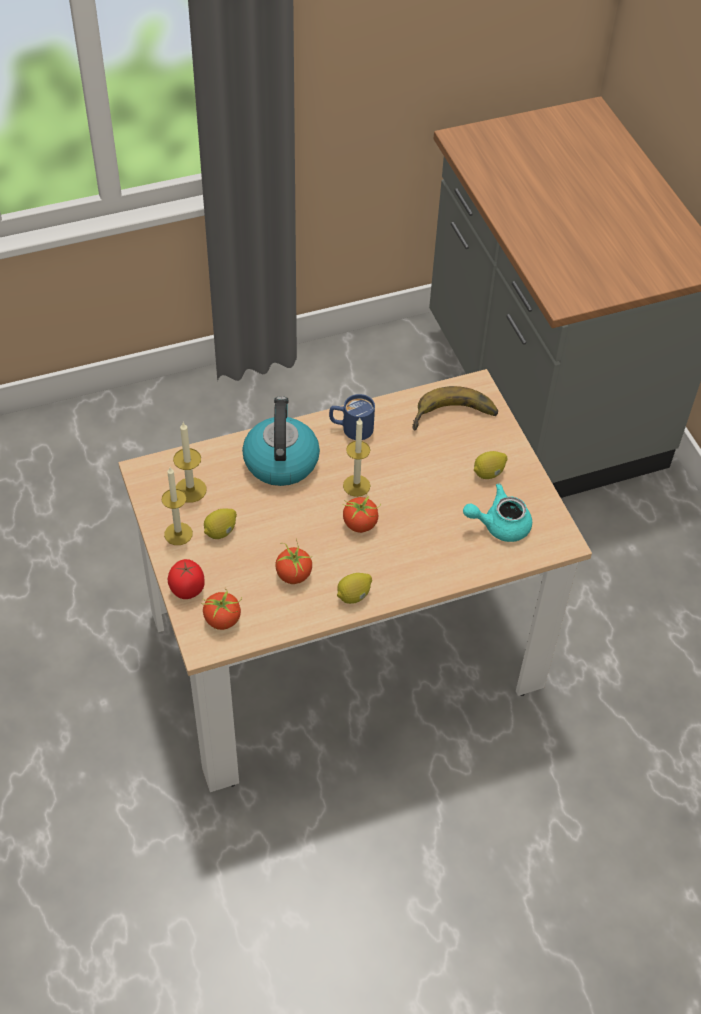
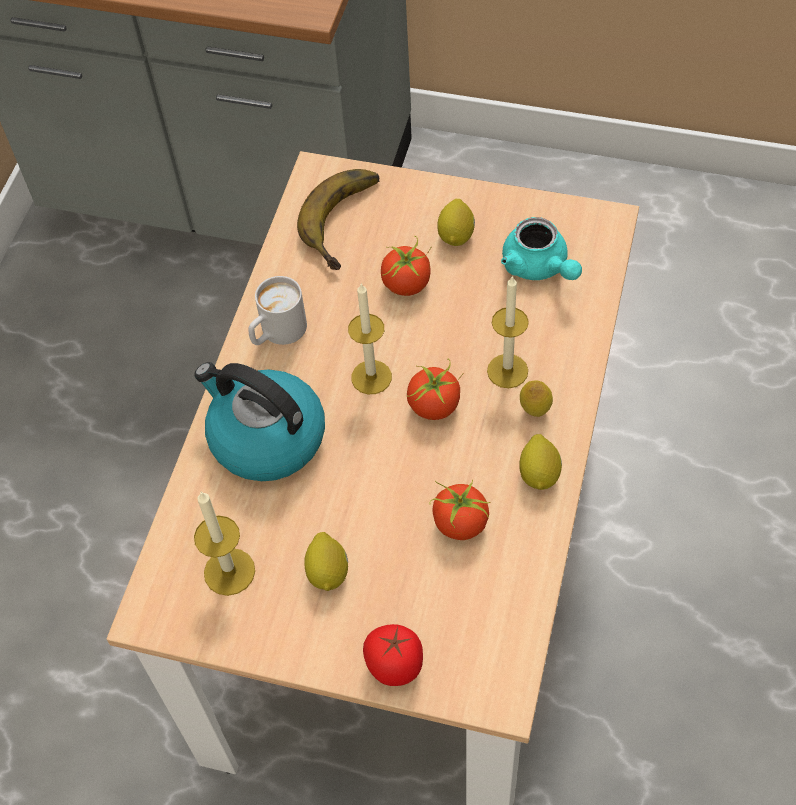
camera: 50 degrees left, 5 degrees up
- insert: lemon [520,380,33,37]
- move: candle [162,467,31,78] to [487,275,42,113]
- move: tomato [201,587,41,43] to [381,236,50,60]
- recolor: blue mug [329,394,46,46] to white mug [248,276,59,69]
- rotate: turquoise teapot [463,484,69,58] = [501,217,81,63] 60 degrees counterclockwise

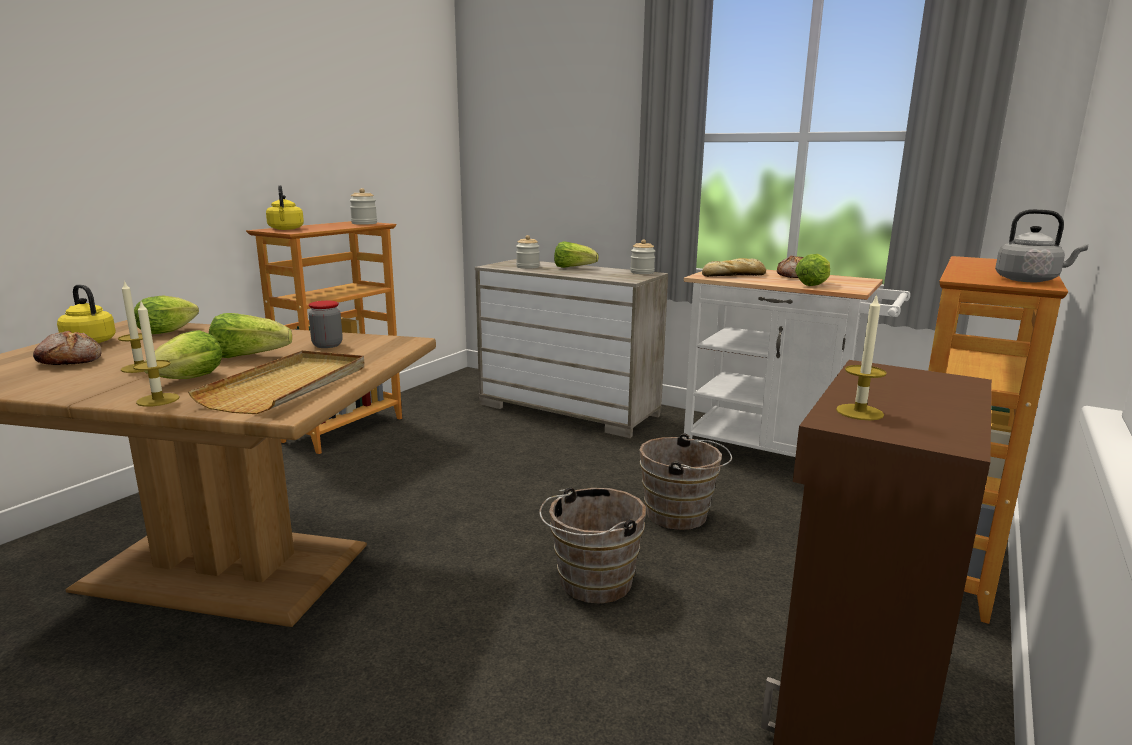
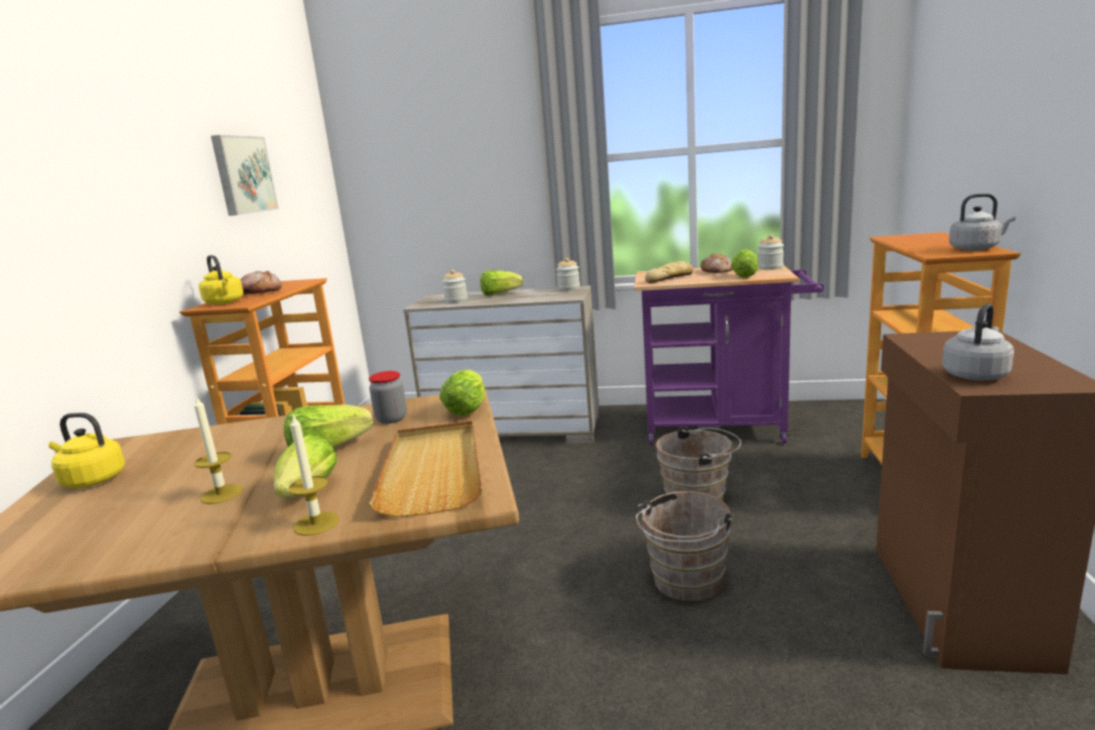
camera: 20 degrees left, 0 degrees up
- insert: picture [211,135,68,81]
- move: bread [33,331,69,34] to [240,271,42,24]
- move: lettuce [134,296,65,38] to [440,369,45,47]
- move: jar [349,188,28,37] to [758,234,26,36]
- replace: candle [836,294,51,126] to grey kettle [942,303,72,77]
- recolor: white cart [683,270,227,187] to purple cart [634,265,190,180]

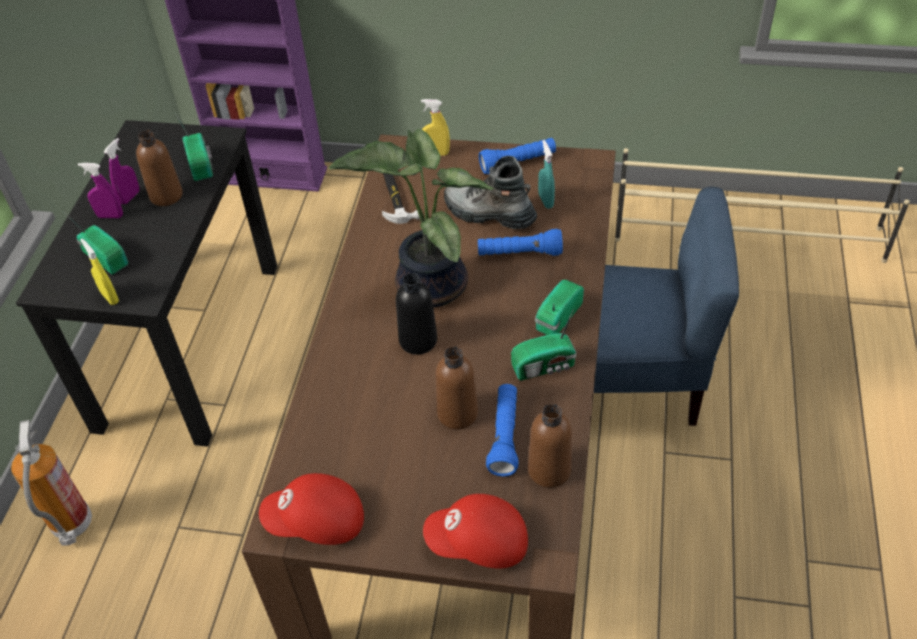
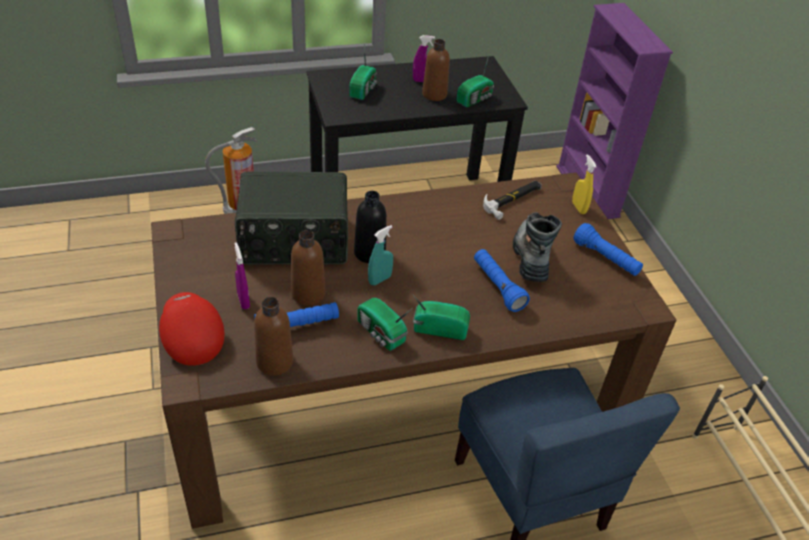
camera: 60 degrees right, 5 degrees down
- delete: yellow spray bottle [80,239,39,66]
- delete: red cap [259,473,105,72]
- delete: potted plant [328,129,166,178]
- insert: radio [235,172,113,92]
- move: purple spray bottle [78,163,45,55] to [234,242,16,67]
- move: turquoise spray bottle [538,140,17,69] to [368,225,25,60]

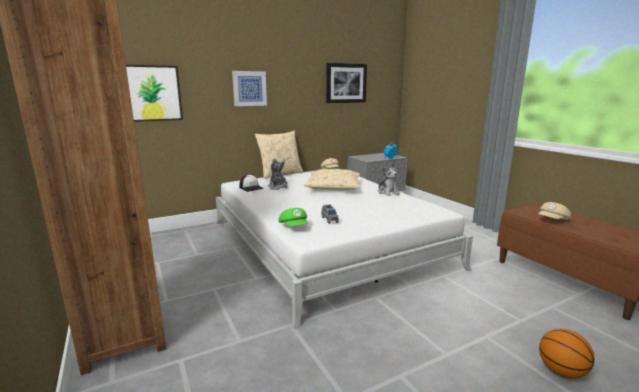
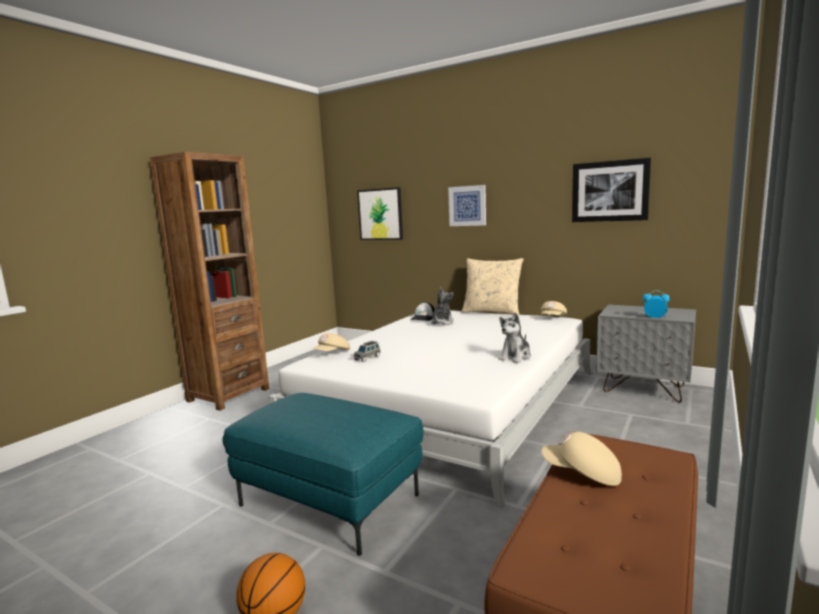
camera: 60 degrees right, 5 degrees down
- delete: beige pillow [304,169,56,22]
- insert: turquoise ottoman [222,393,202,163]
- recolor: green cap [279,208,29,18] to beige cap [313,333,37,18]

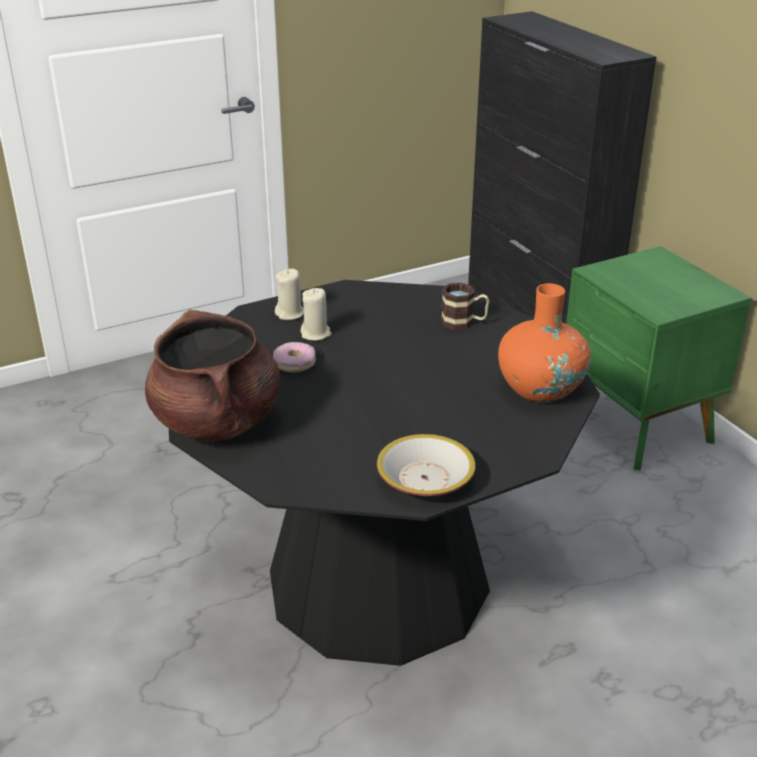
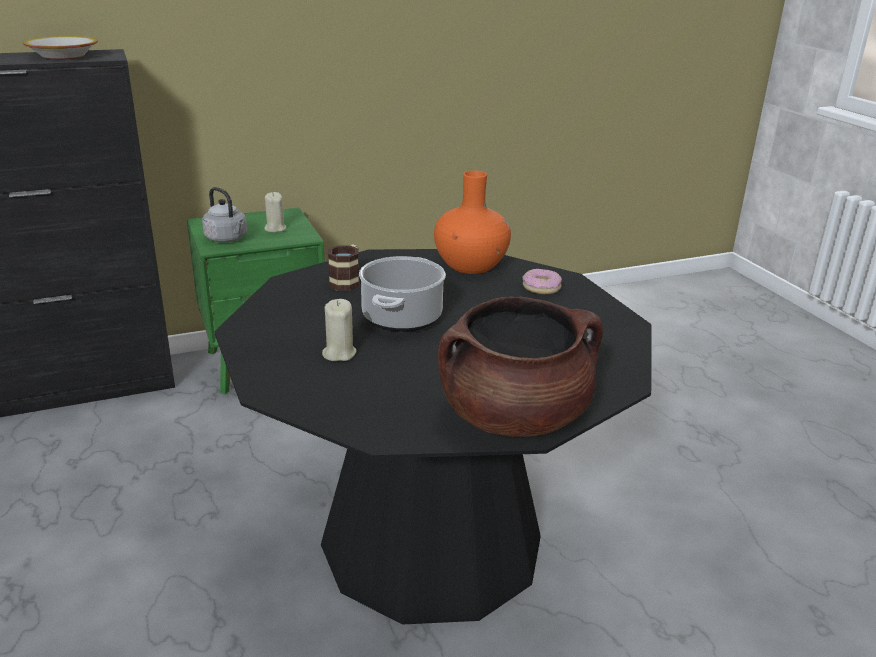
camera: 85 degrees left, 5 degrees down
- insert: grey kettle [202,187,45,55]
- insert: cooking pot [359,256,87,76]
- move: donut [273,342,43,30] to [522,269,40,25]
- move: beige candle [275,269,29,51] to [264,192,22,40]
- move: bowl [377,434,99,62] to [23,36,75,24]

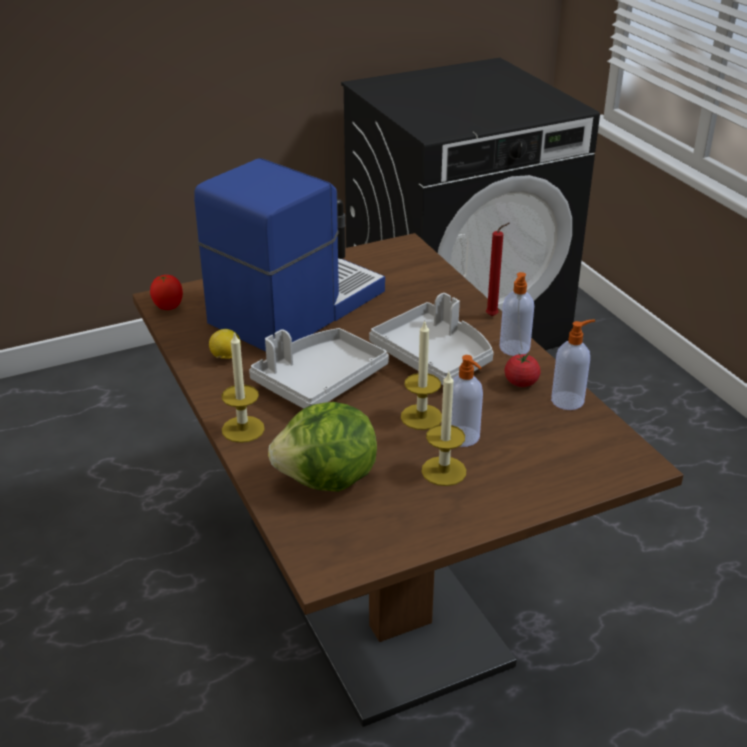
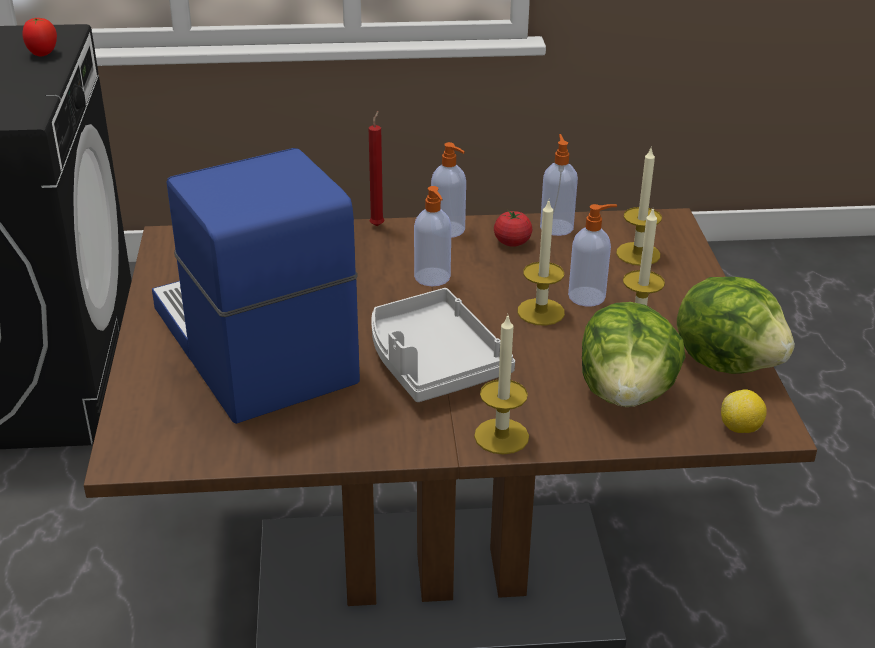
camera: 70 degrees left, 0 degrees up
- insert: candle [616,148,46,118]
- insert: lettuce [677,277,118,97]
- move: tomato [150,275,33,35] to [22,18,35,38]
- move: lemon [209,329,32,30] to [721,389,46,44]
- replace: grey tray [369,293,125,92] to soap dispenser [414,186,38,100]

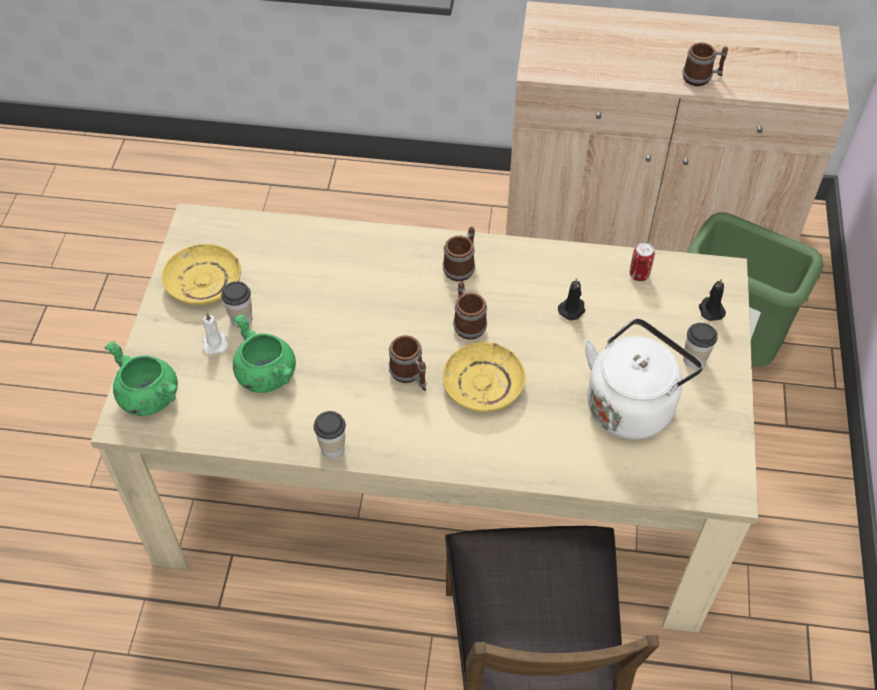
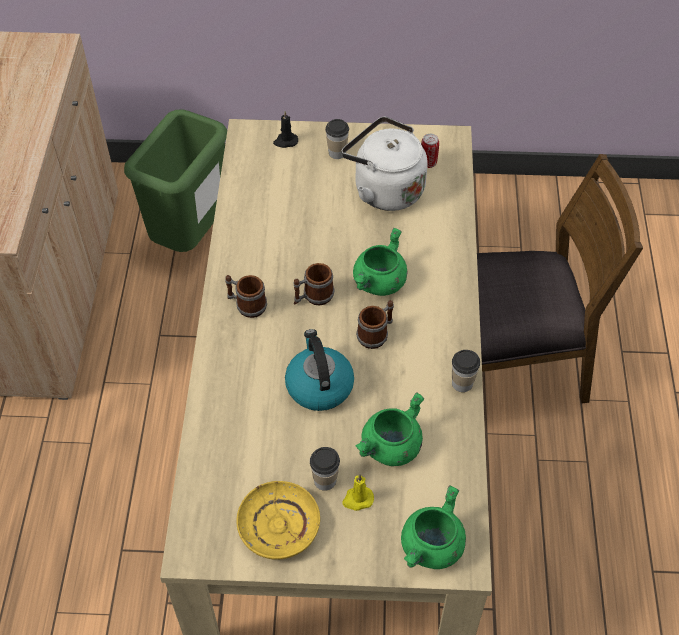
camera: 95 degrees left, 0 degrees up
- delete: black candle [558,278,28,43]
- delete: mug [683,43,45,43]
- insert: kettle [285,329,69,82]
- move: can [630,242,25,39] to [421,134,18,34]
- replace: yellow plate [442,342,84,70] to green cooking pot [353,228,54,68]
- recolor: white candle [202,313,27,42] to yellow candle [342,474,32,37]

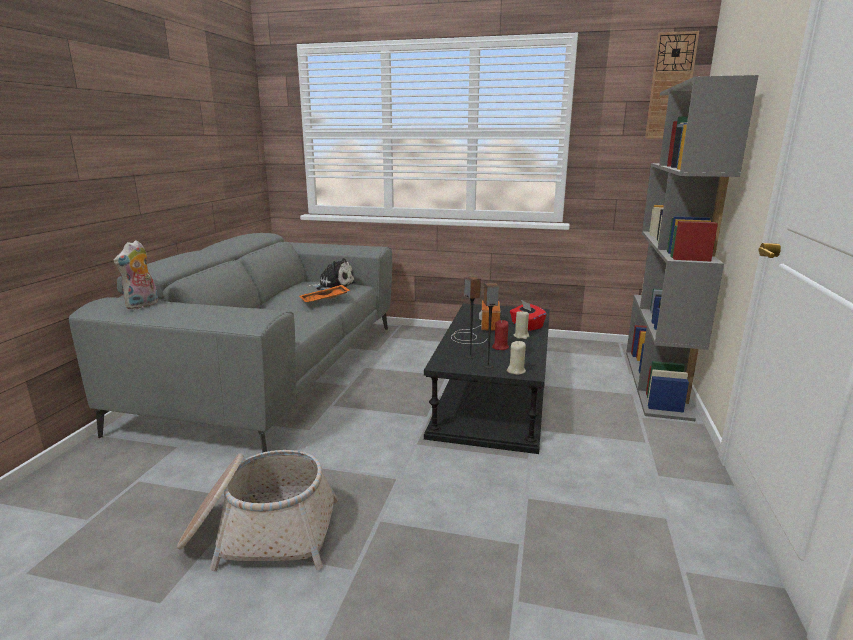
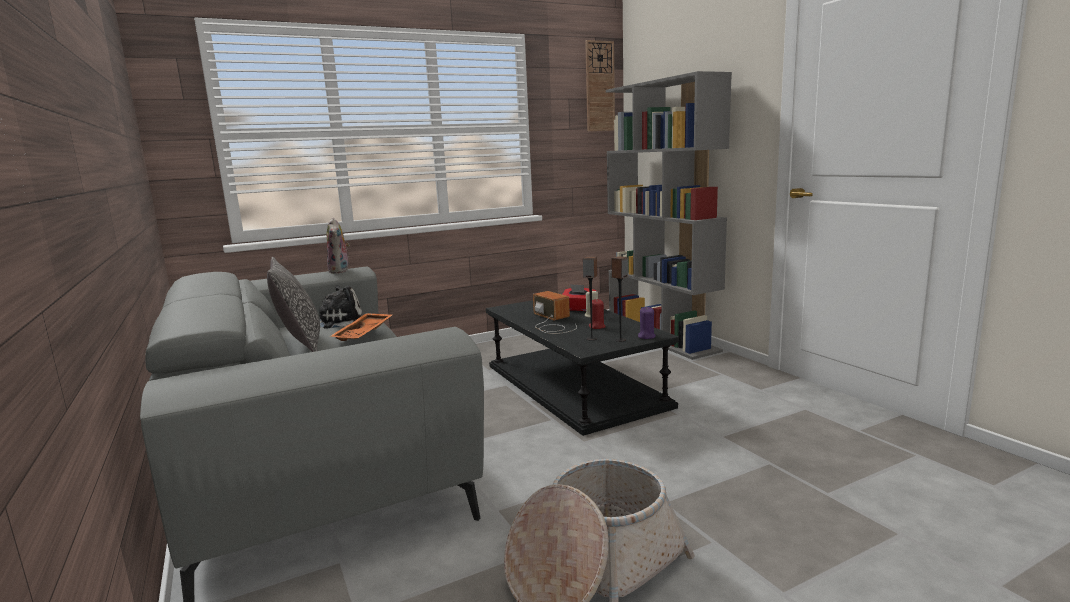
camera: 40 degrees left, 5 degrees down
- insert: pillow [267,257,53,95]
- move: plush toy [113,240,45,70] to [327,218,23,56]
- recolor: beige candle [507,341,19,34] to purple candle [638,307,18,32]

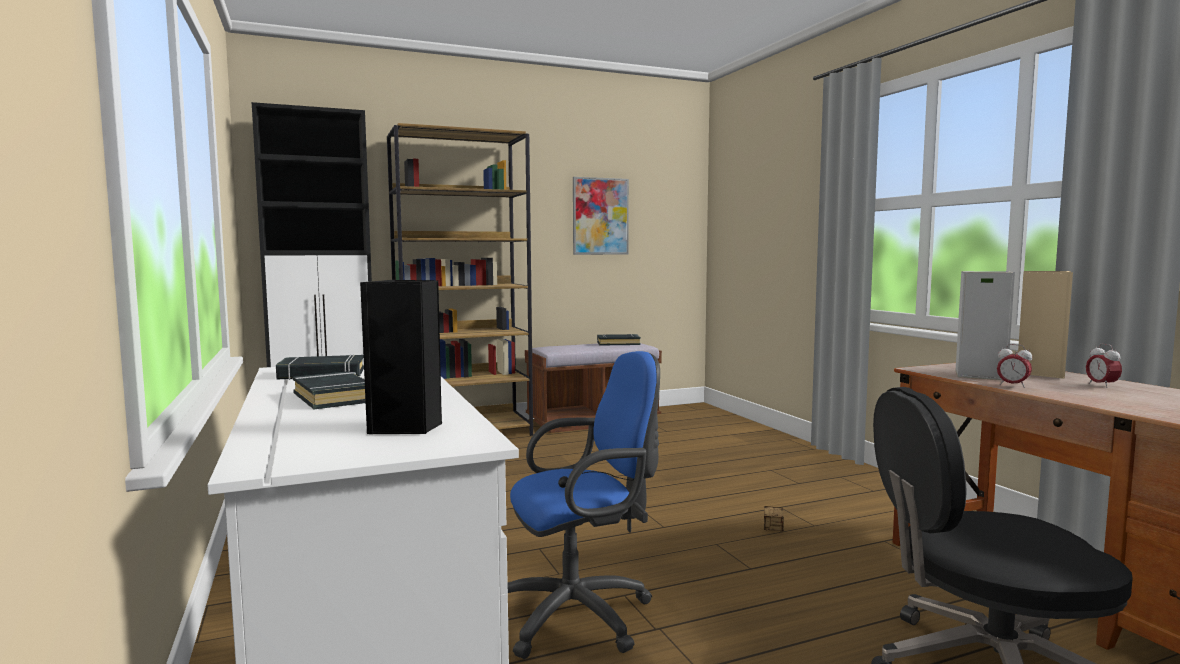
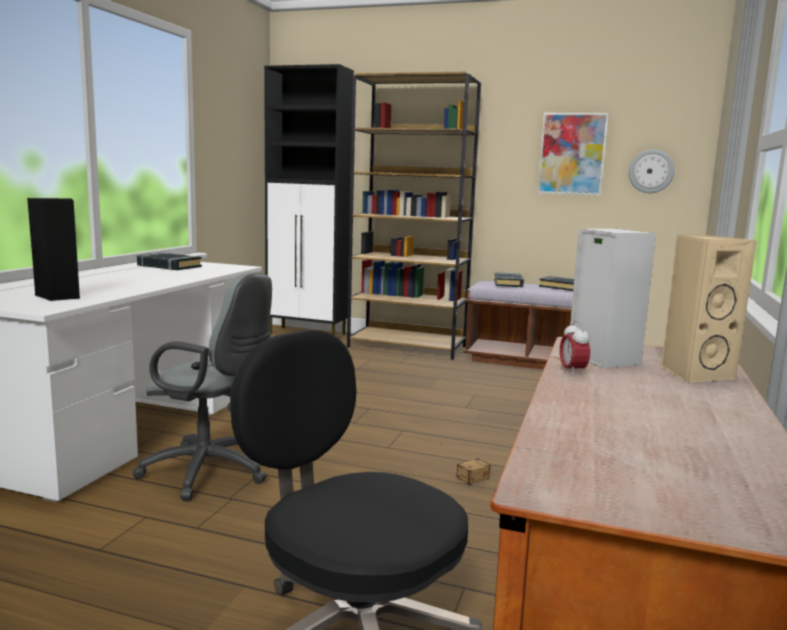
camera: 40 degrees right, 5 degrees up
- delete: alarm clock [1086,344,36,44]
- insert: wall clock [629,149,46,44]
- move: black book [293,371,73,38] to [494,272,30,15]
- recolor: blue office chair [508,351,152,308] to grey office chair [133,272,139,229]

